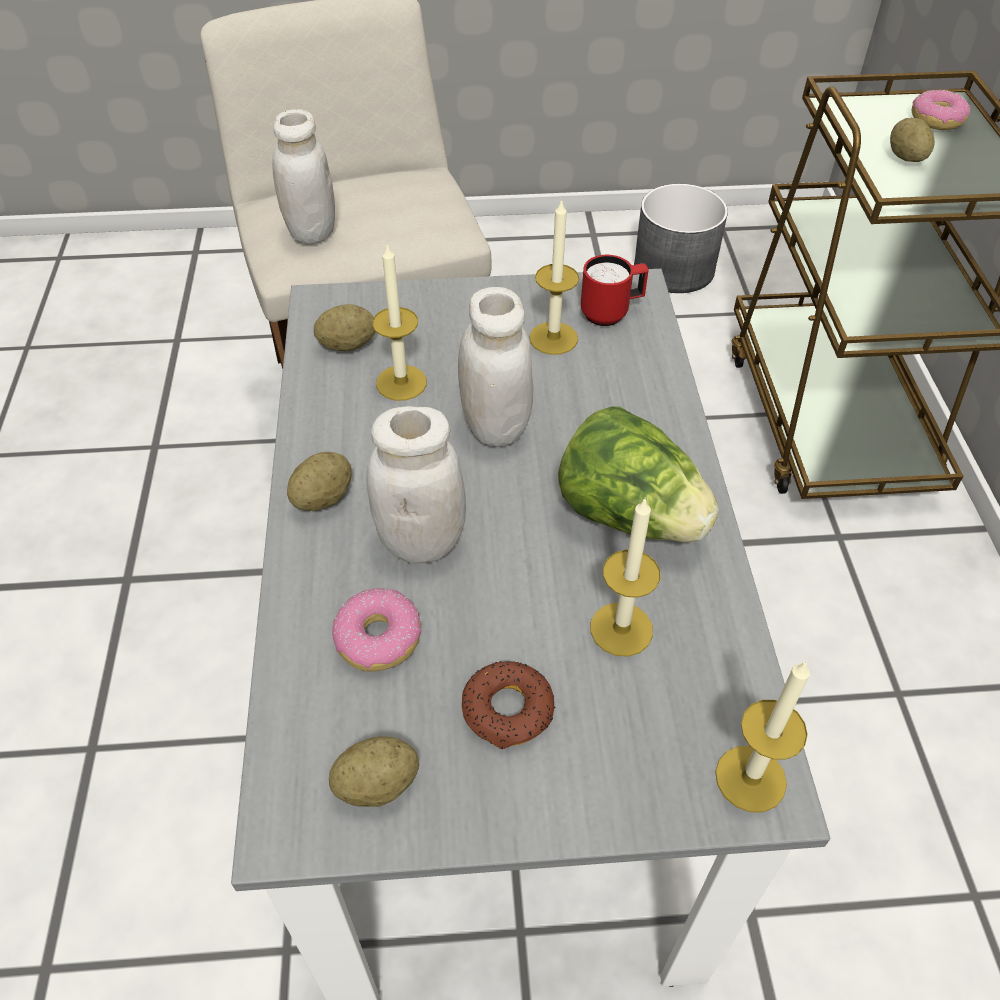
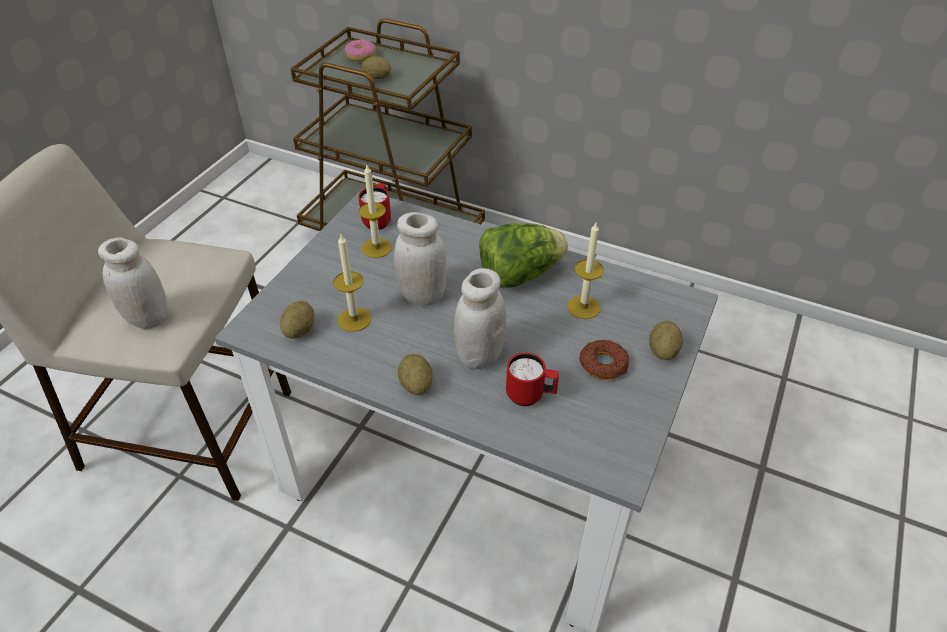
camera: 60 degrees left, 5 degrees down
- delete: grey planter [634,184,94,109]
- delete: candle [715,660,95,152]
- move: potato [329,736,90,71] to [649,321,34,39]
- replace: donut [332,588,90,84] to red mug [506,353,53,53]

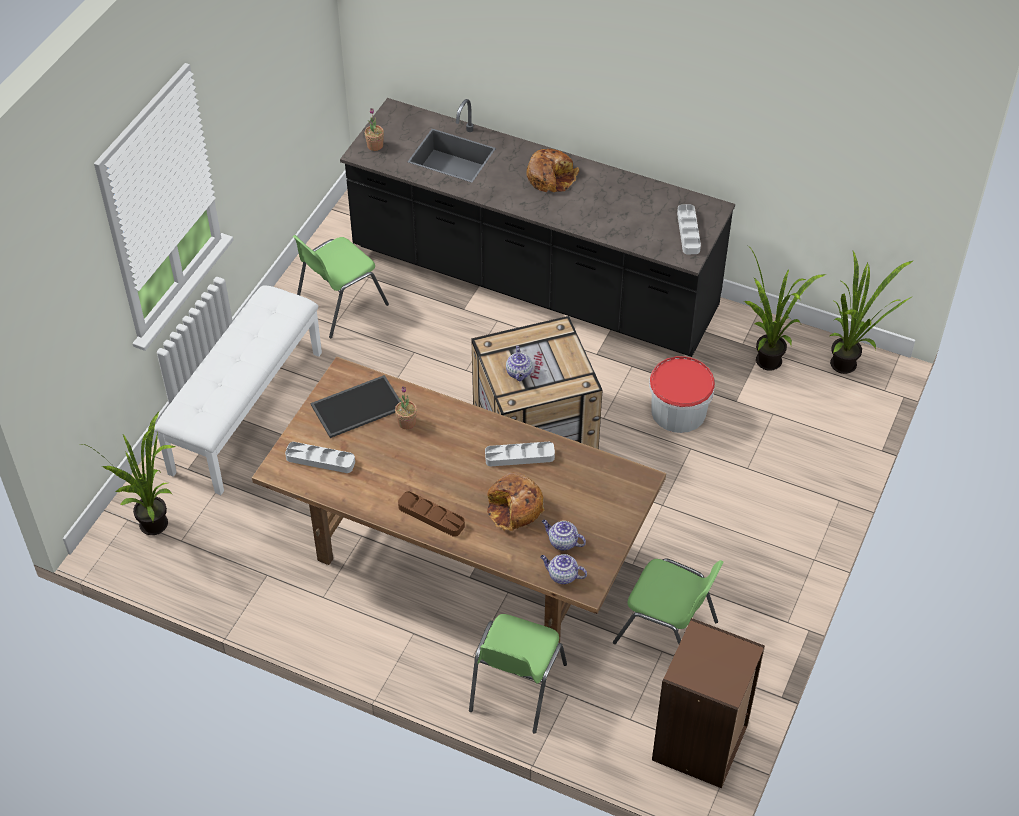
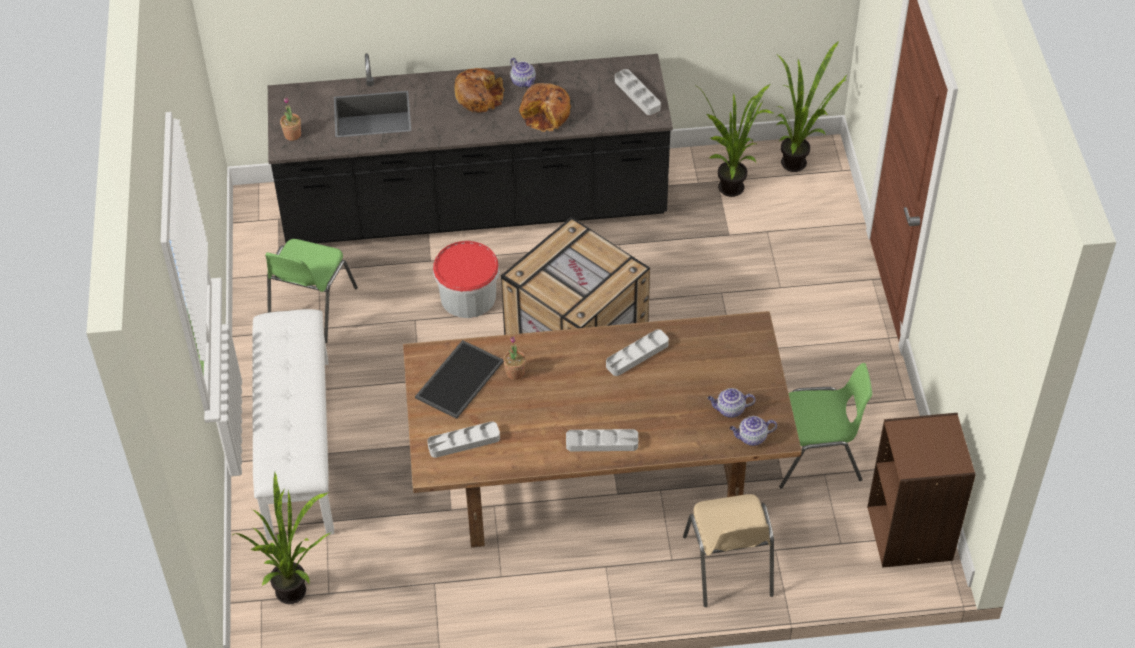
camera: 30 degrees left, 0 degrees up
- move: bread [487,472,58,59] to [519,83,52,49]
- move: teapot [506,346,27,35] to [510,58,26,29]
- move: bucket [649,356,66,77] to [433,241,67,77]
- recolor: brown tray [398,491,67,46] to grey tray [566,429,72,22]
- recolor: green chair [469,614,98,120] to beige chair [683,494,91,113]

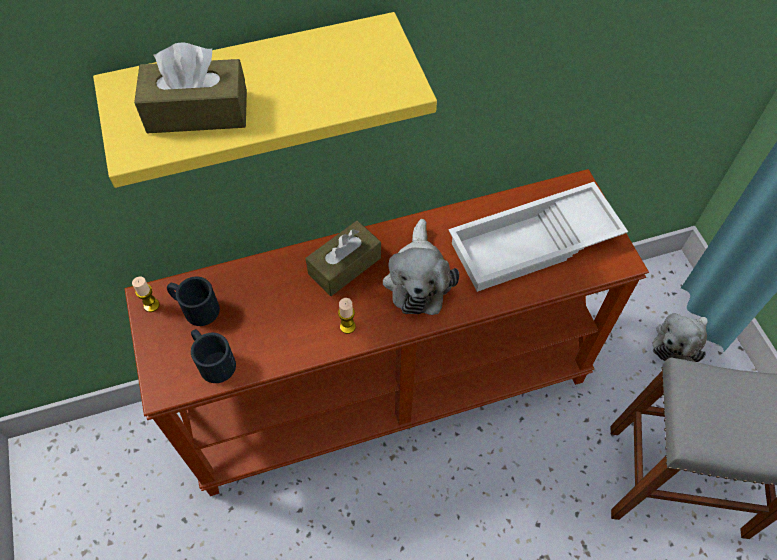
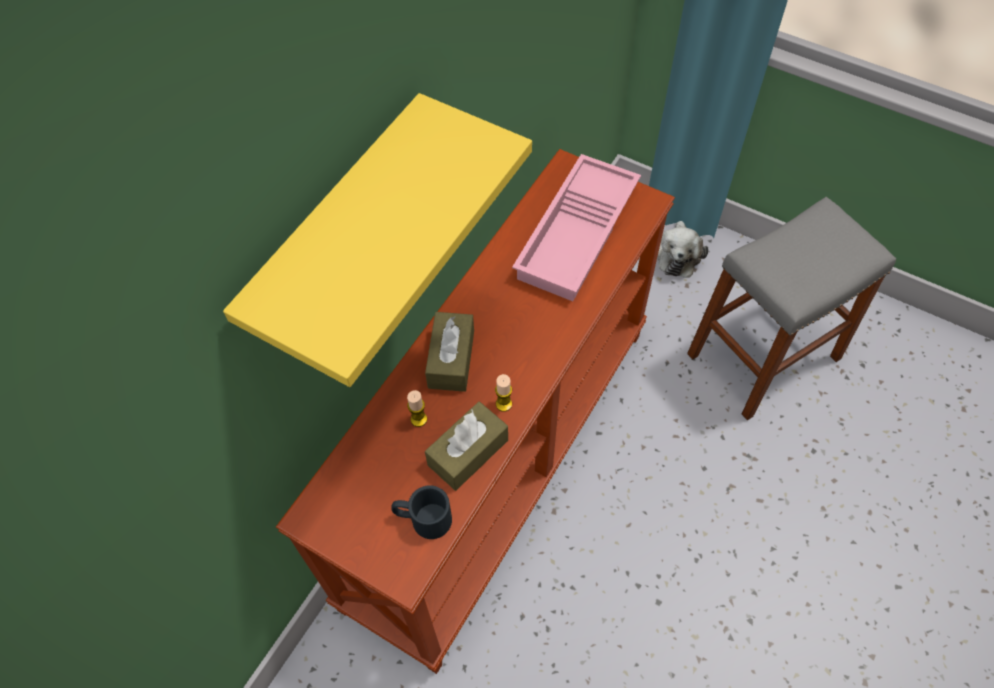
camera: 40 degrees left, 0 degrees up
- delete: black mug [167,277,53,49]
- delete: plush toy [383,219,76,96]
- move: candle [132,276,27,36] to [407,390,20,37]
- move: brown tissue box [134,42,113,91] to [425,401,83,90]
- recolor: white tray [449,182,179,110] to pink tray [512,154,129,147]

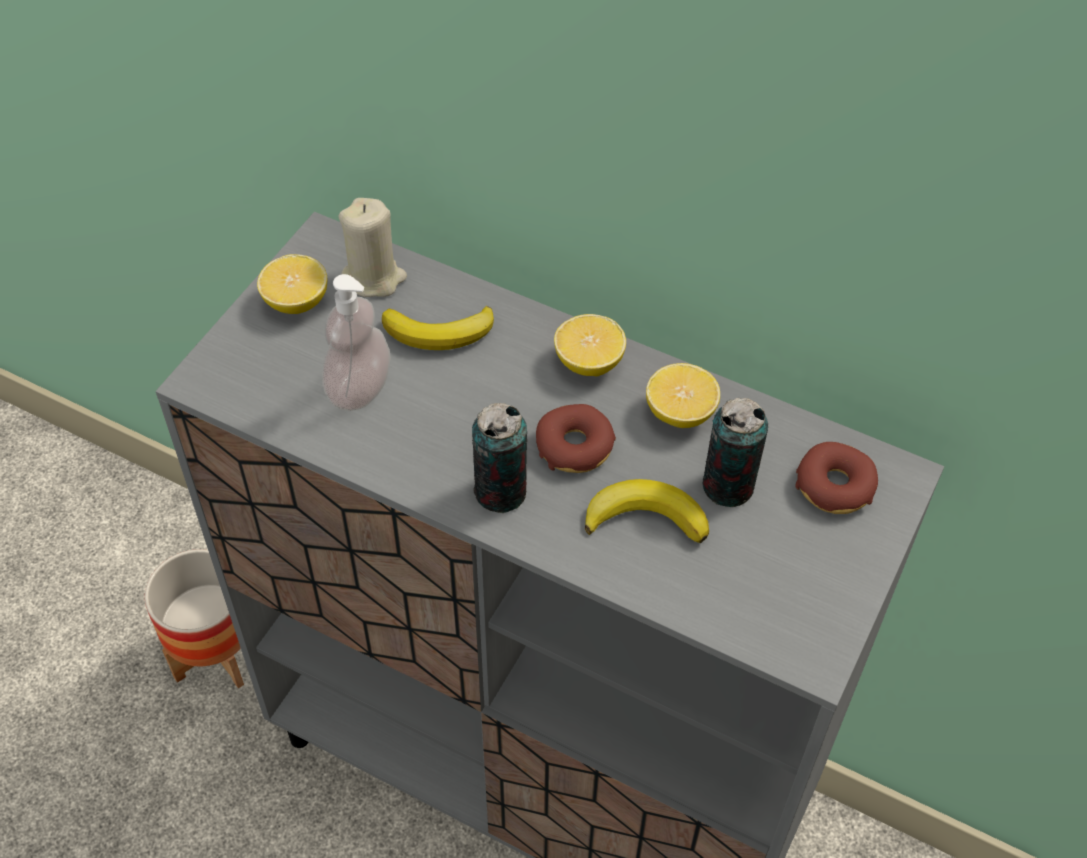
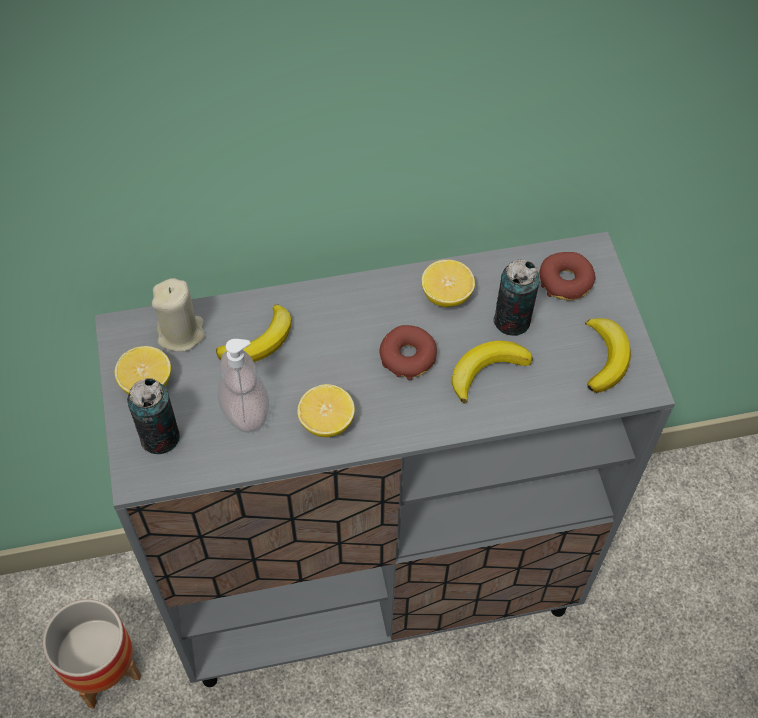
camera: 40 degrees left, 5 degrees up
- insert: banana [585,318,46,75]
- move: can [472,403,55,110] to [127,378,52,76]
- move: lemon [554,314,72,62] to [297,384,58,53]

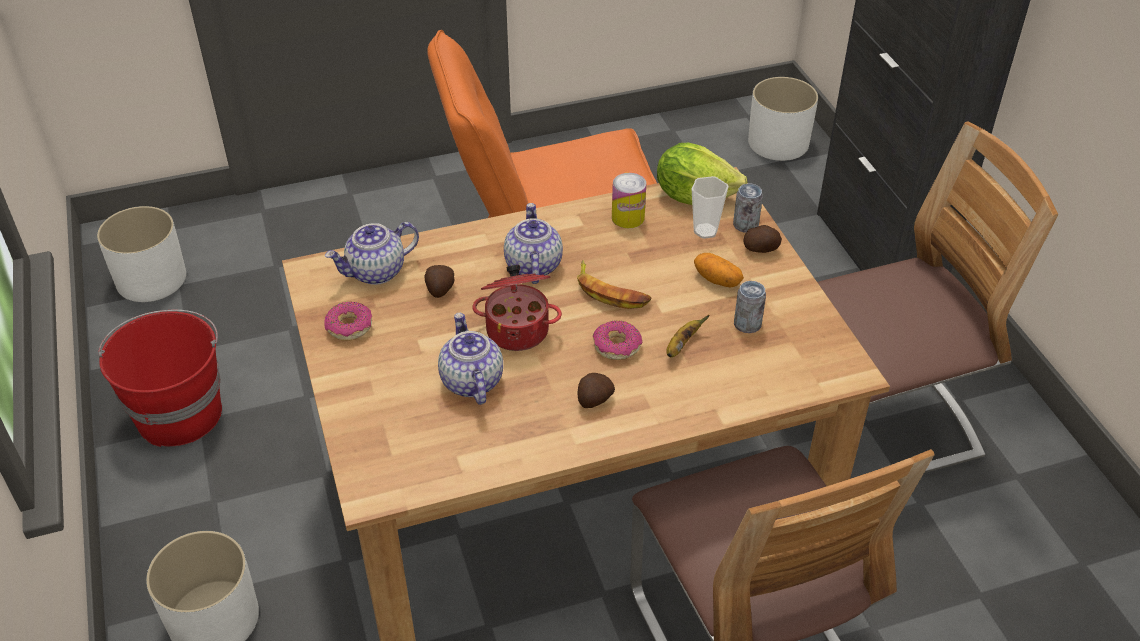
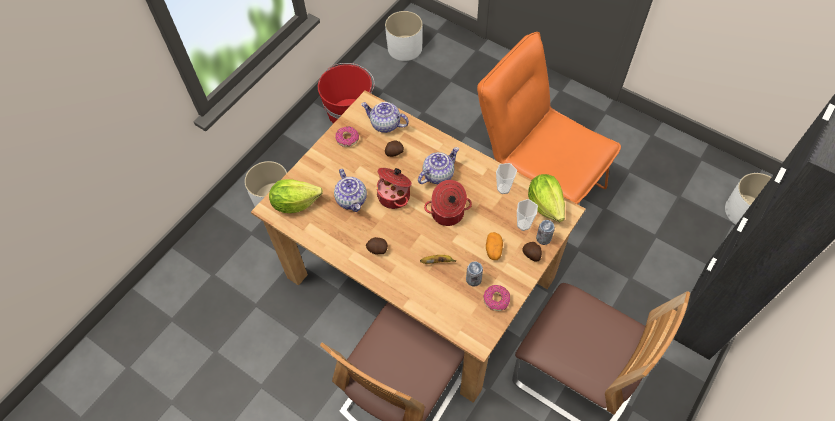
camera: 55 degrees right, 15 degrees up
- insert: lettuce [269,179,54,34]
- move: donut [593,321,49,39] to [483,285,27,26]
- replace: banana [577,260,75,49] to cooking pot [424,180,48,46]
- replace: can [612,173,35,55] to cup [496,163,21,31]
- rotate: teapot [438,313,65,92] = [334,169,33,43] 120 degrees clockwise

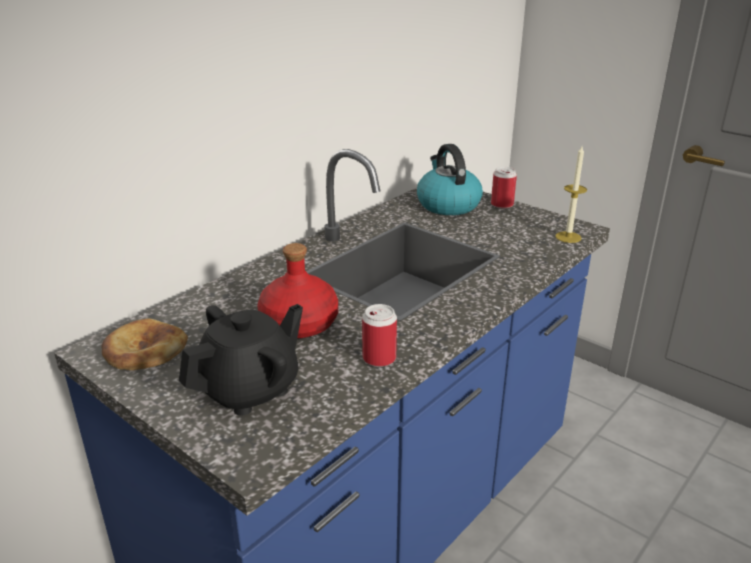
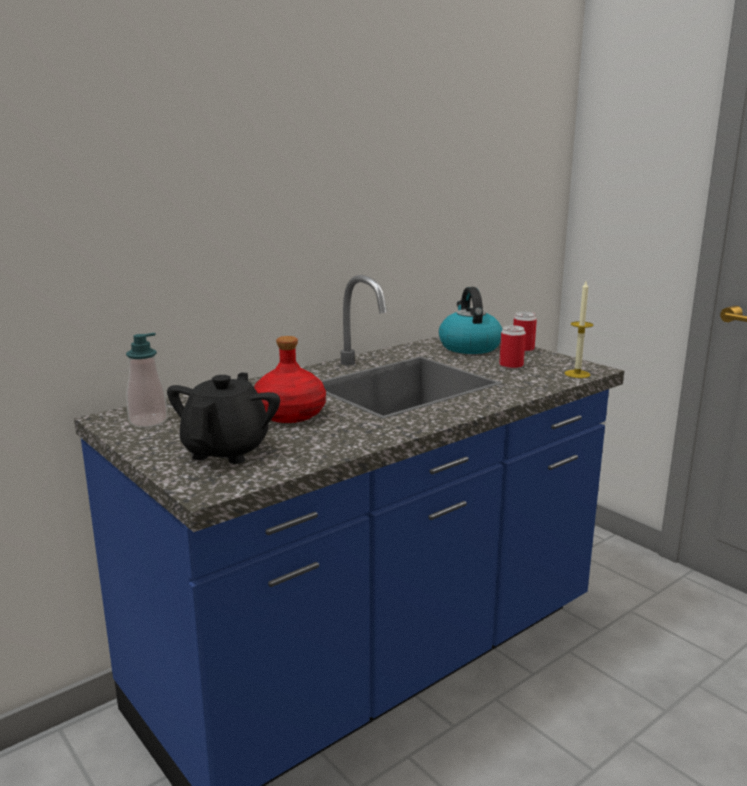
camera: 10 degrees right, 10 degrees down
- move: can [362,304,35,63] to [499,325,27,44]
- replace: bread [101,318,87,53] to soap dispenser [126,333,42,94]
- rotate: black teapot [179,304,124,112] = [167,373,113,91] 45 degrees counterclockwise

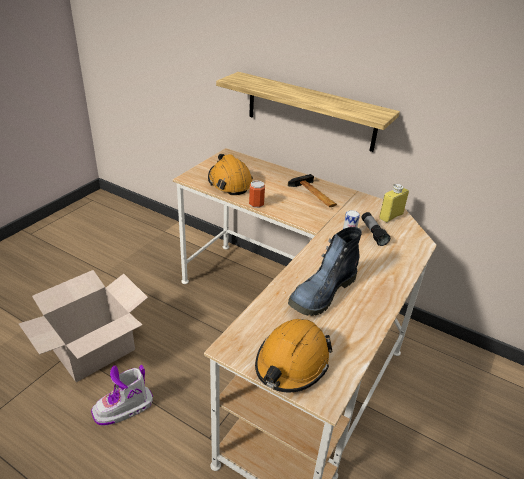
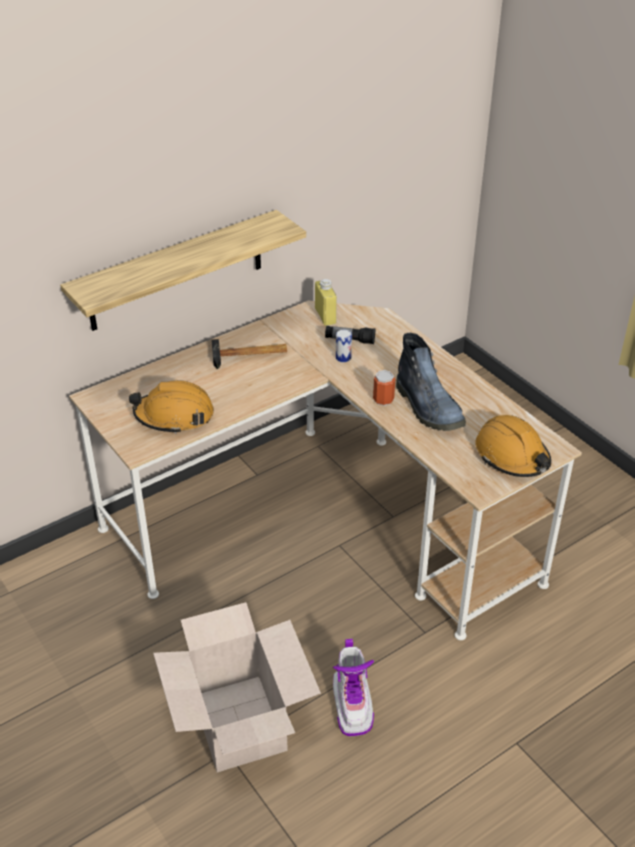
camera: 65 degrees left, 5 degrees up
- move: can [249,180,16,28] to [373,370,22,36]

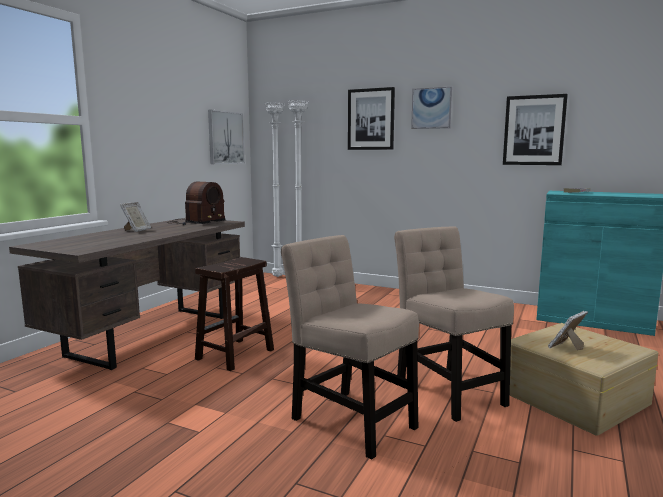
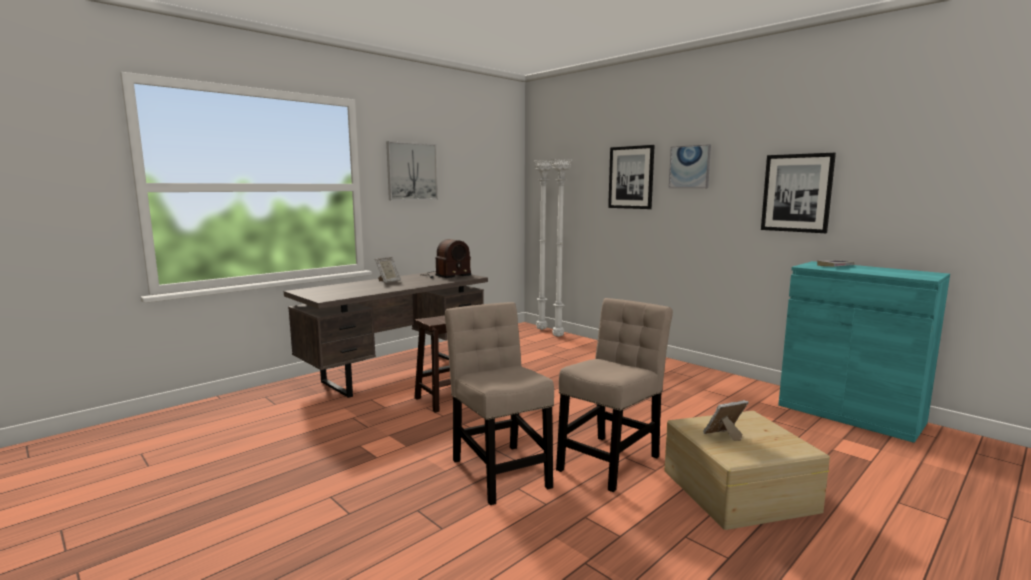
camera: 20 degrees right, 0 degrees up
- move: picture [208,110,37,54] to [386,141,52,59]
- rotate: beige chair [394,226,120,196] = [556,298,117,194] 45 degrees clockwise

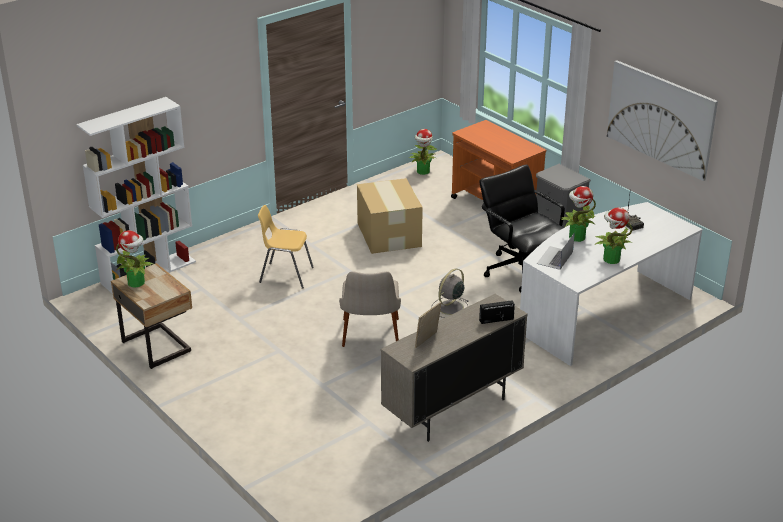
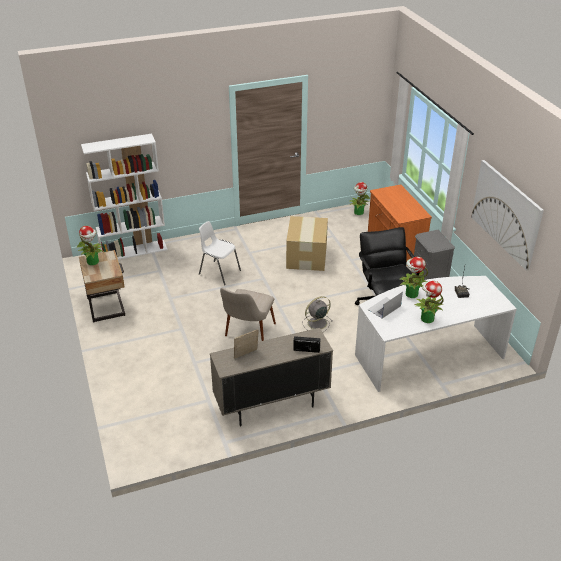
camera: 20 degrees right, 5 degrees up
- recolor: yellow chair [258,205,56,84] to white chair [199,221,42,64]

